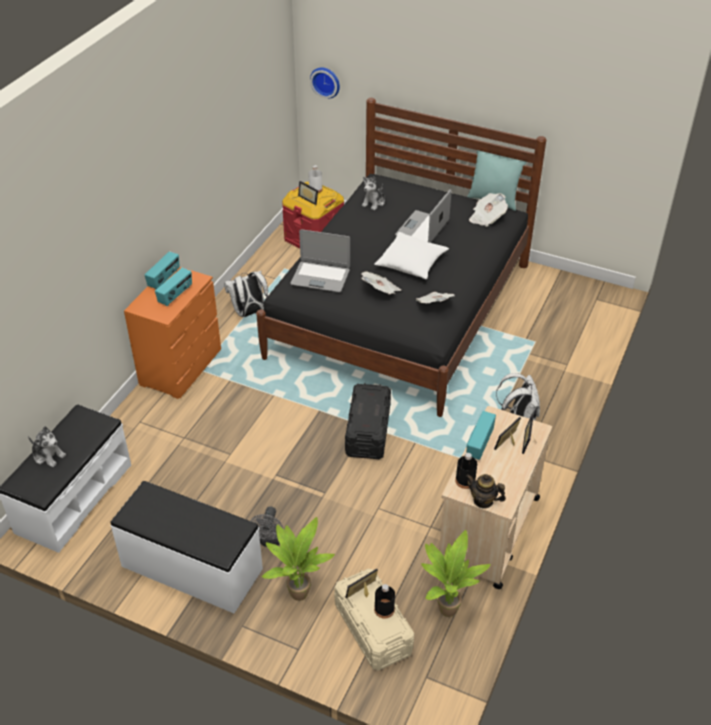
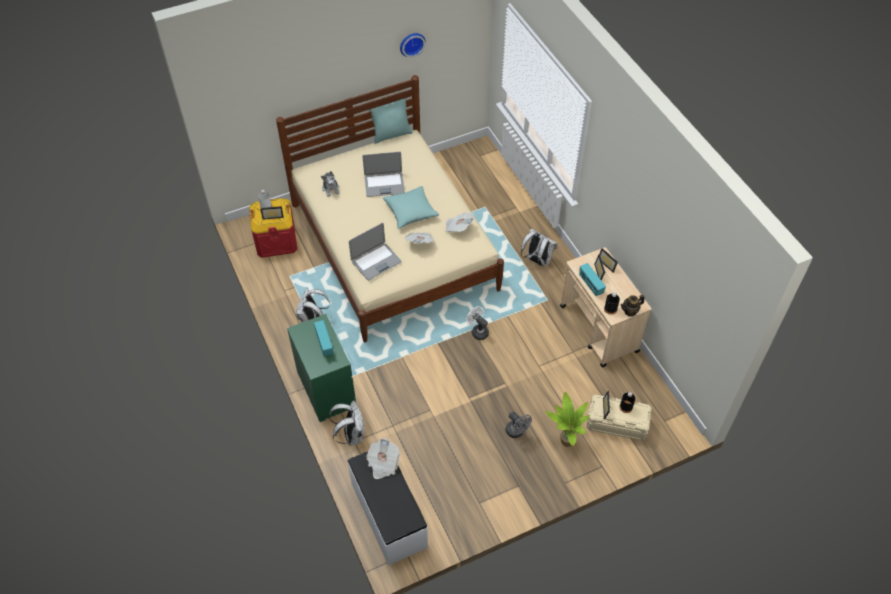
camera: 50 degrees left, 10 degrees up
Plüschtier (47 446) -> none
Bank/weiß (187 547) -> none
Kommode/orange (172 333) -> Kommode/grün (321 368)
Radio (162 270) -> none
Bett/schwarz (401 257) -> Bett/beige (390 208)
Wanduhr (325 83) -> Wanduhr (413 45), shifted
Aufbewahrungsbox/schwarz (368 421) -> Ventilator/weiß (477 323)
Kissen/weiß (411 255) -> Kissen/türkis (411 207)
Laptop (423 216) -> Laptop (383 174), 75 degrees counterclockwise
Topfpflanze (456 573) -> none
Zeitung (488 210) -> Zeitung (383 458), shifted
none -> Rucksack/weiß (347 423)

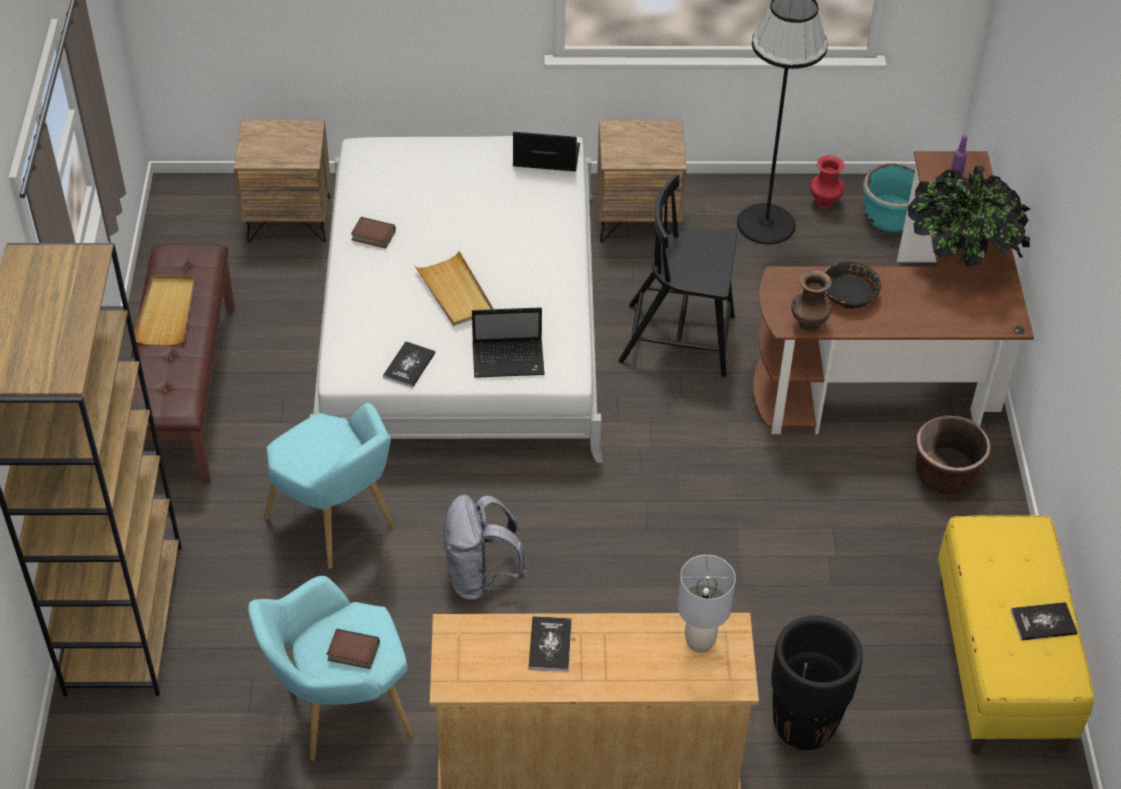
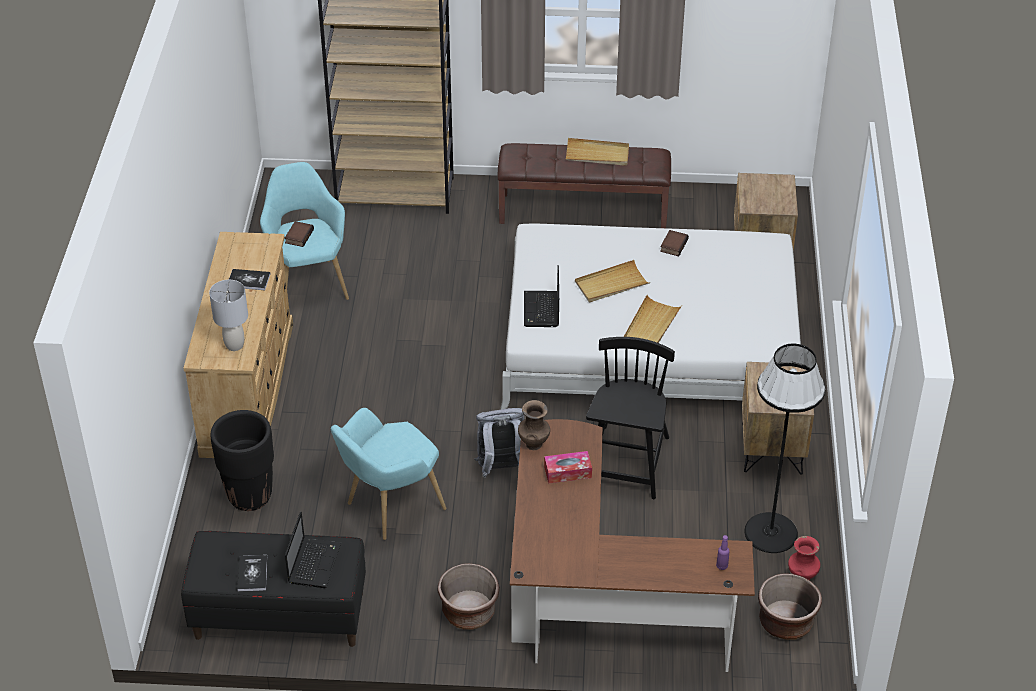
camera: 95 degrees right, 5 degrees down
Sessel/türkis (329 486) -> Sessel/türkis (388 474), shifted
Buch (409 364) -> none
Rucksack/grau (485 548) -> Rucksack/grau (499 443), shifted
Laptop (546 151) -> Laptop (313 550), shifted
Schüssel/schwarz (852 285) -> Taschentuchbox (568 467)
Pflanzkübel/türkis (889 197) -> Pflanzkübel/braun (790 606)
Topfpflanze (969 217) -> none
Bank/gelb (1016 634) -> Bank/schwarz (273 589)
none -> Tablett/beige (653 319)

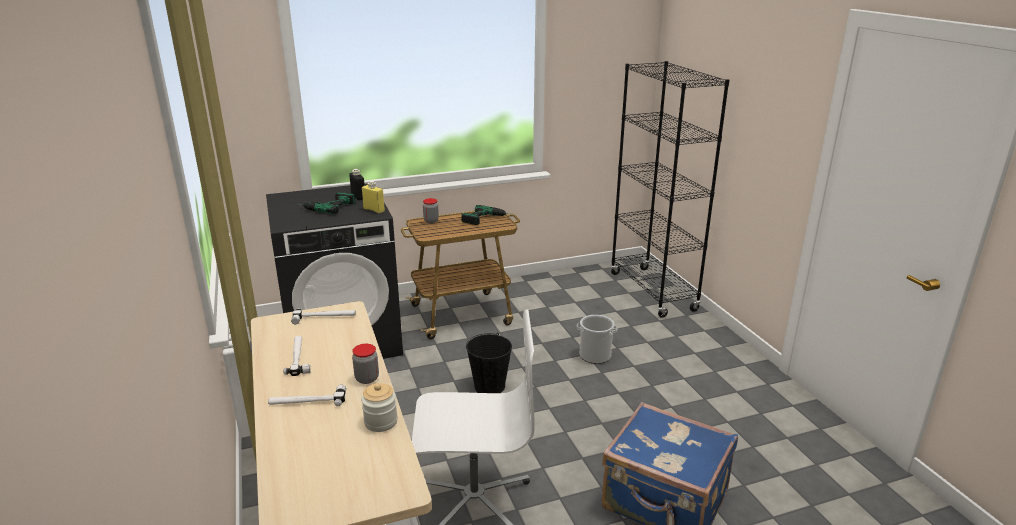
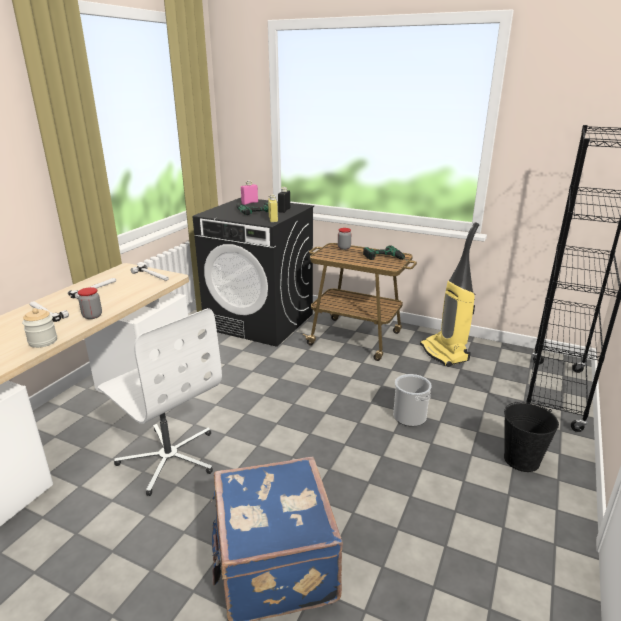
camera: 45 degrees right, 0 degrees up
Eimer/schwarz (489 363) -> Eimer/schwarz (531 437), shifted
none -> Flasche/rosa (249 193)
none -> Staubsauger (450 294)

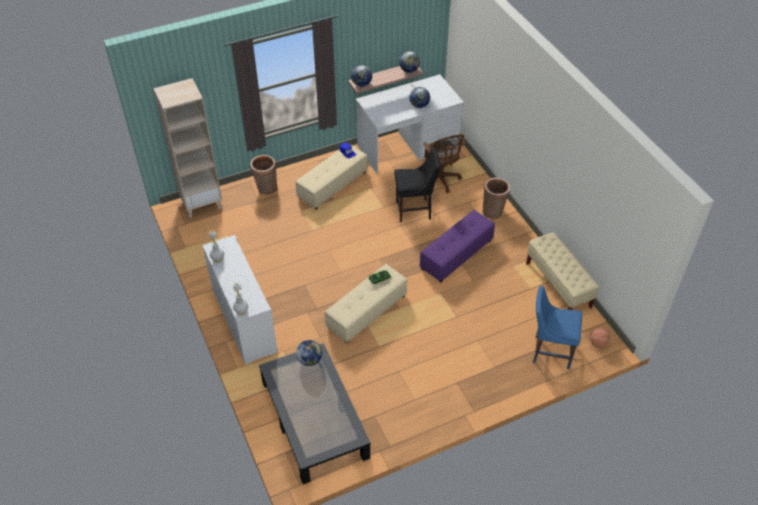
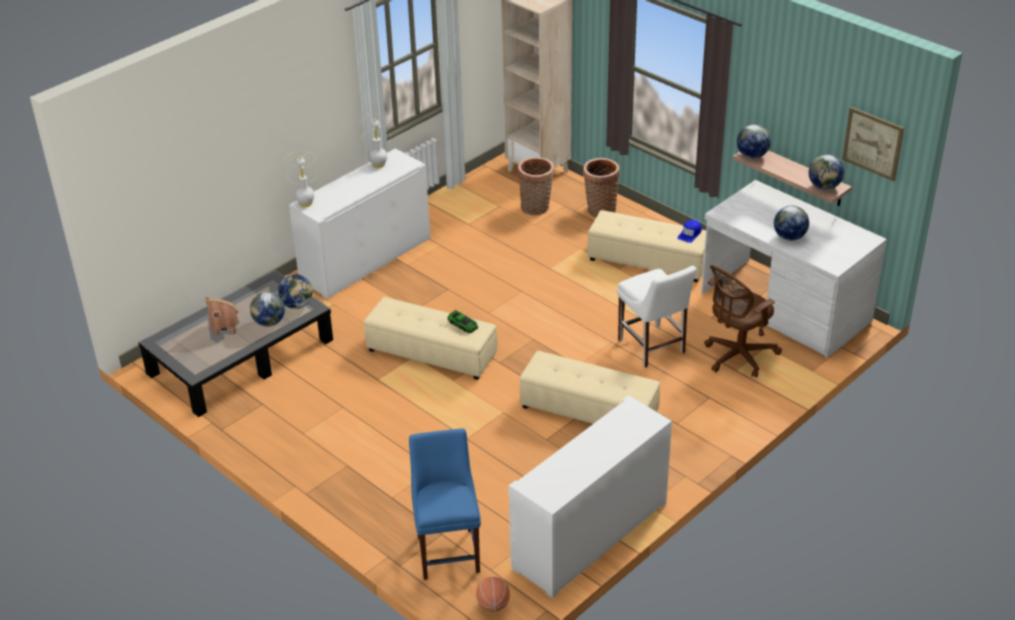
camera: 70 degrees right, 10 degrees down
Stuhl/schwarz (417 184) -> Stuhl/weiß (656 317)
Polsterhocker/lila (457 246) -> Polsterhocker/beige (590 387)
Korb (496 198) -> Korb (536 186), shifted
Bank/beige (562 271) -> Schrank/weiß (590 497)
none -> Spielzeughaus (222 316)
none -> Globus (267 309)
none -> Bild (873 144)

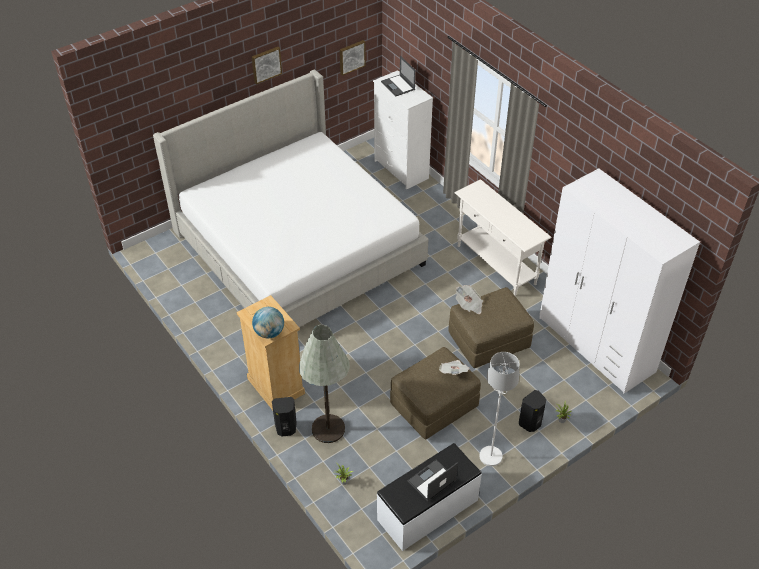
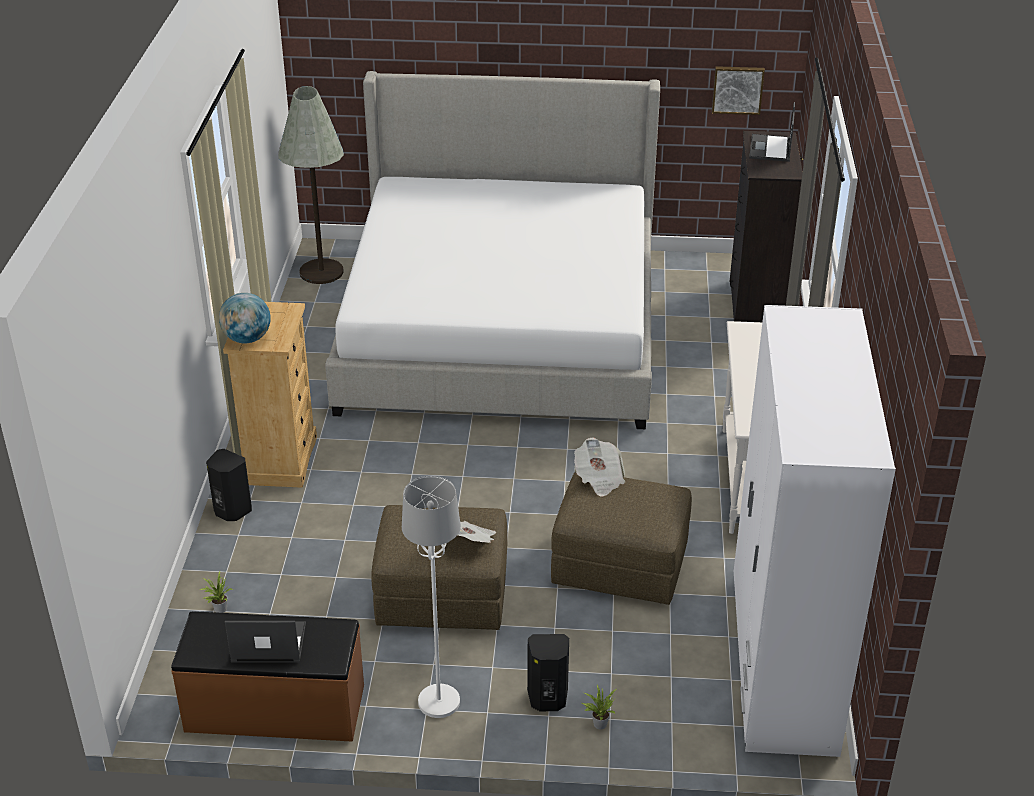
camera: 40 degrees right, 10 degrees down
Bild (267 65) -> none
Stehlampe/grau (324 384) -> Stehlampe/grau (311 185), shifted
Kommode/weiß (403 130) -> Kommode/schwarz (766 226)
Bank/weiß (429 497) -> Bank/braun (267 676)

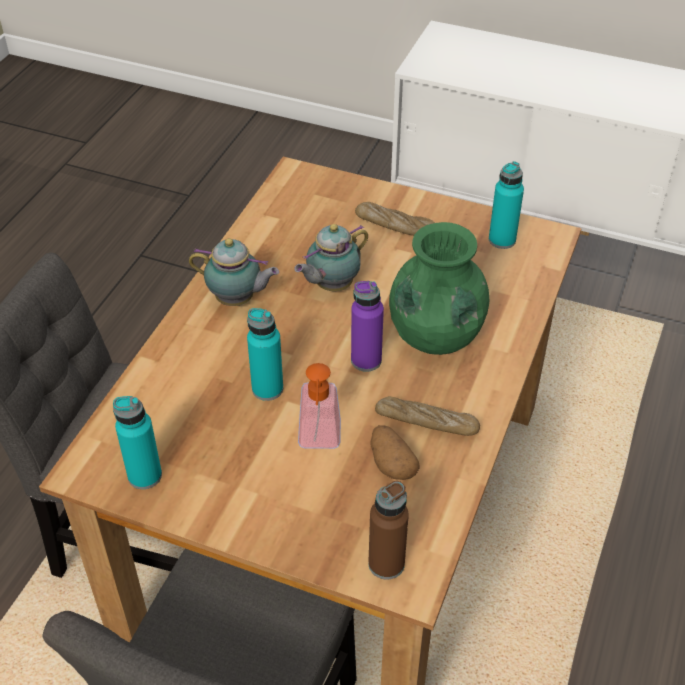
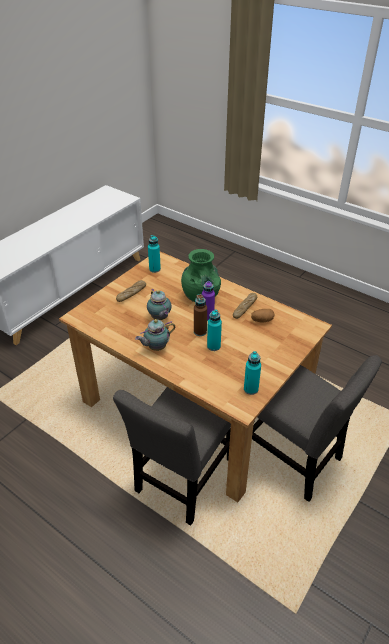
camera: 75 degrees left, 5 degrees down
Teekanne (234 272) -> Teekanne (155 335), 150 degrees counterclockwise
Seifenspender (319 406) -> none
Flasche/braun (388 530) -> Flasche/braun (200 315), shifted

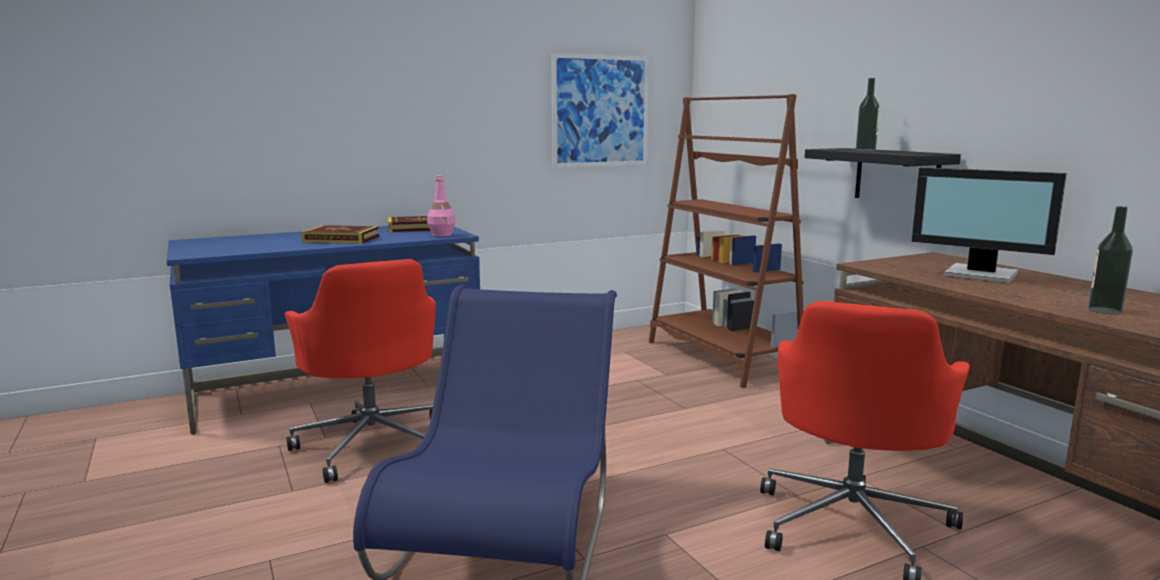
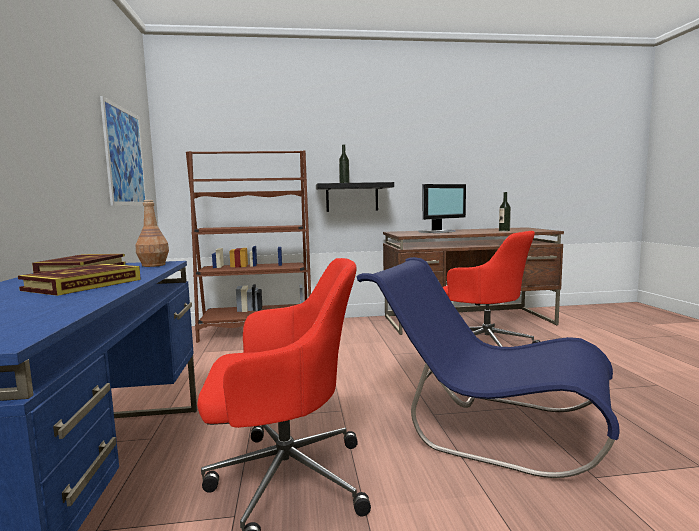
camera: 70 degrees left, 5 degrees down
Flasche/rosa (441 206) -> Flasche/braun (152 233)

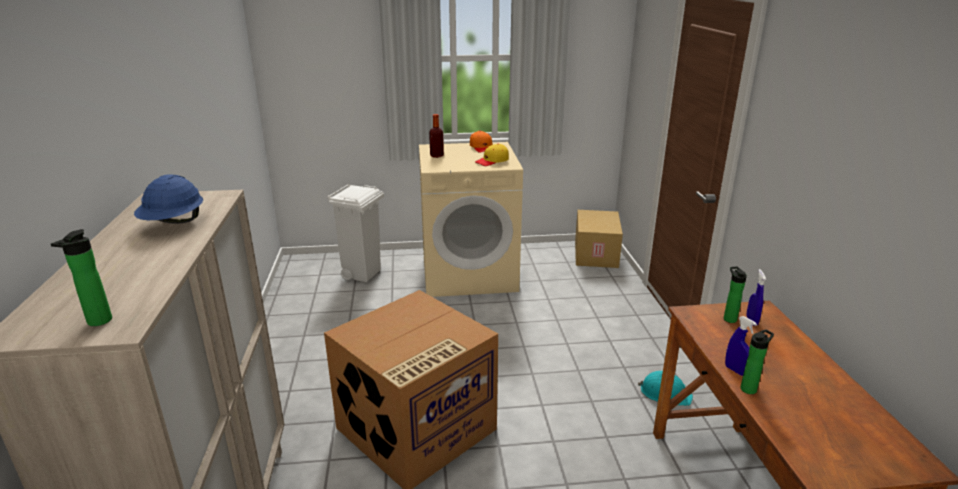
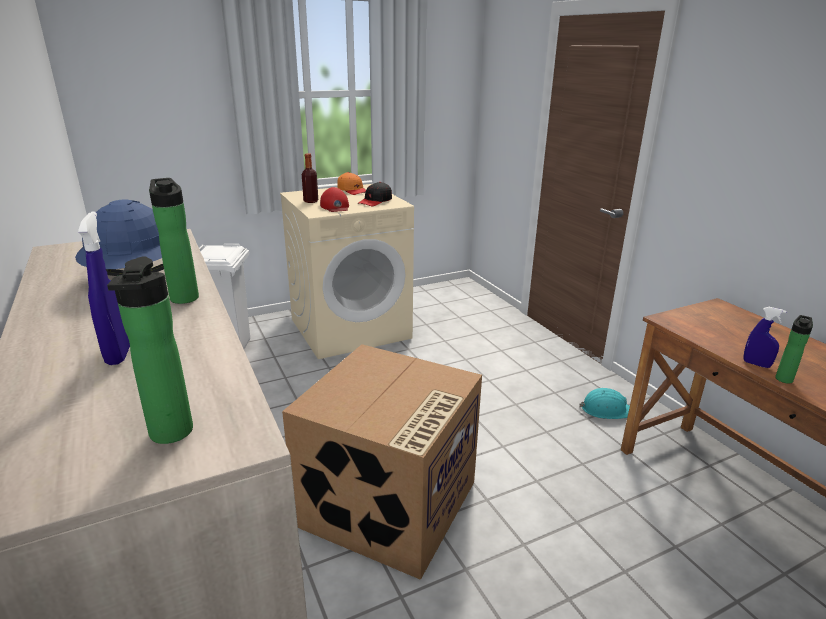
camera: 20 degrees left, 0 degrees up
Kappe/gelb (492 155) -> Kappe/schwarz (375 194)
Karton (599 239) -> none
Flasche (735 295) -> Flasche (174 241), shifted
Sprühflasche/blau (756 297) -> Sprühflasche/blau (104 288), shifted
none -> Kappe/rot (334 199)

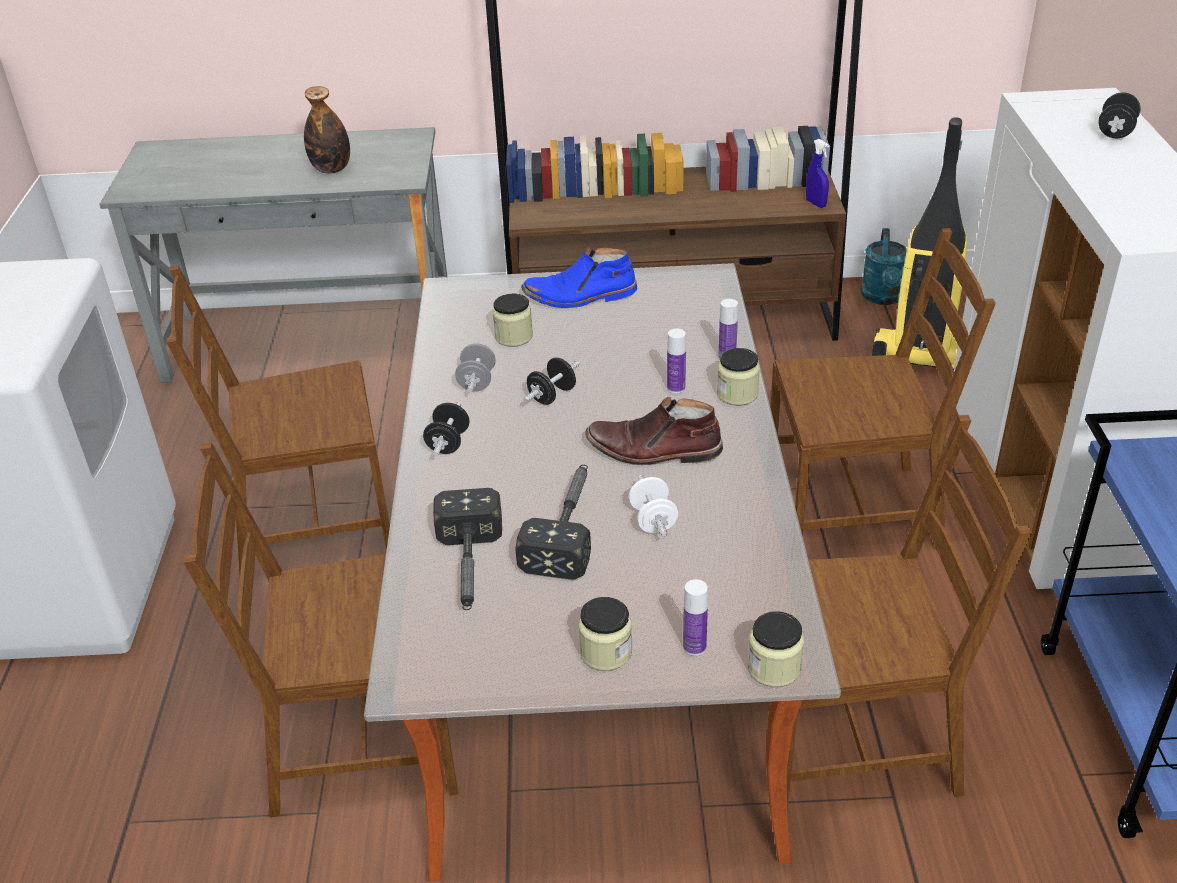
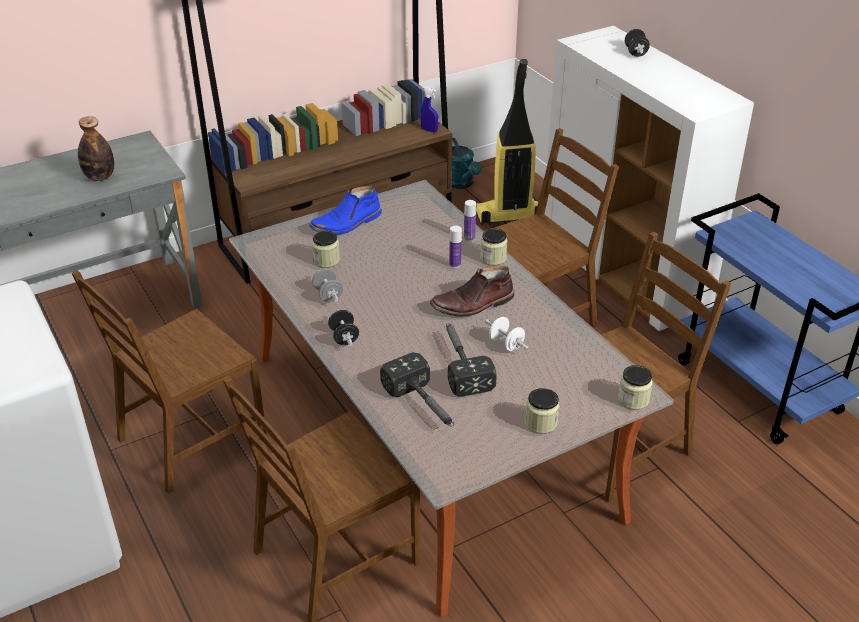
camera: 30 degrees left, 0 degrees up
Hantel/schwarz (551 381) -> none
Flasche (695 617) -> none

